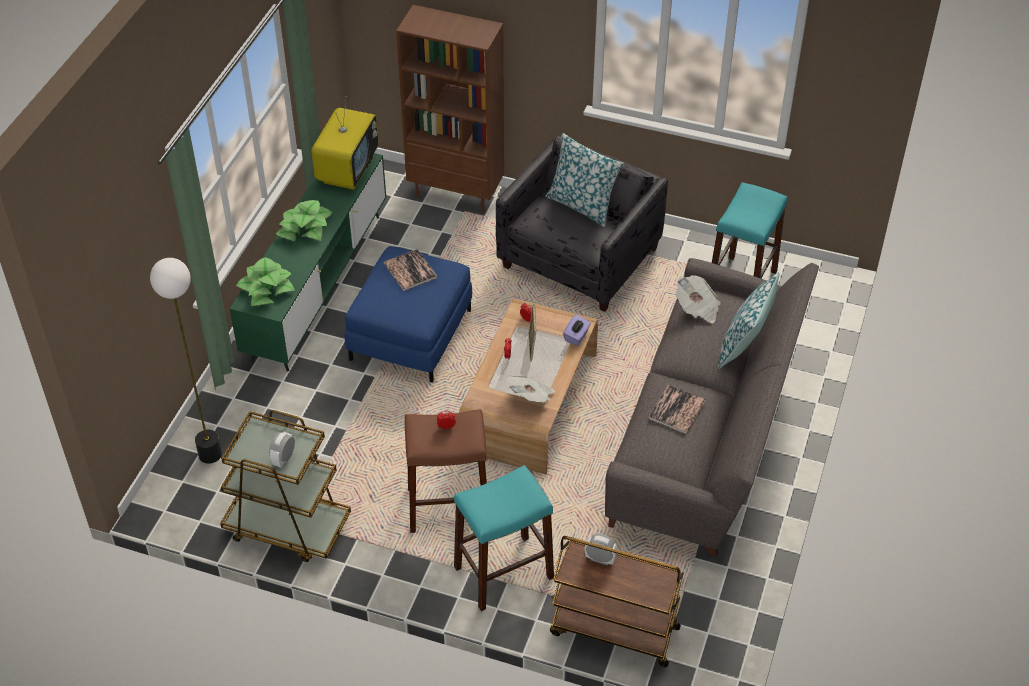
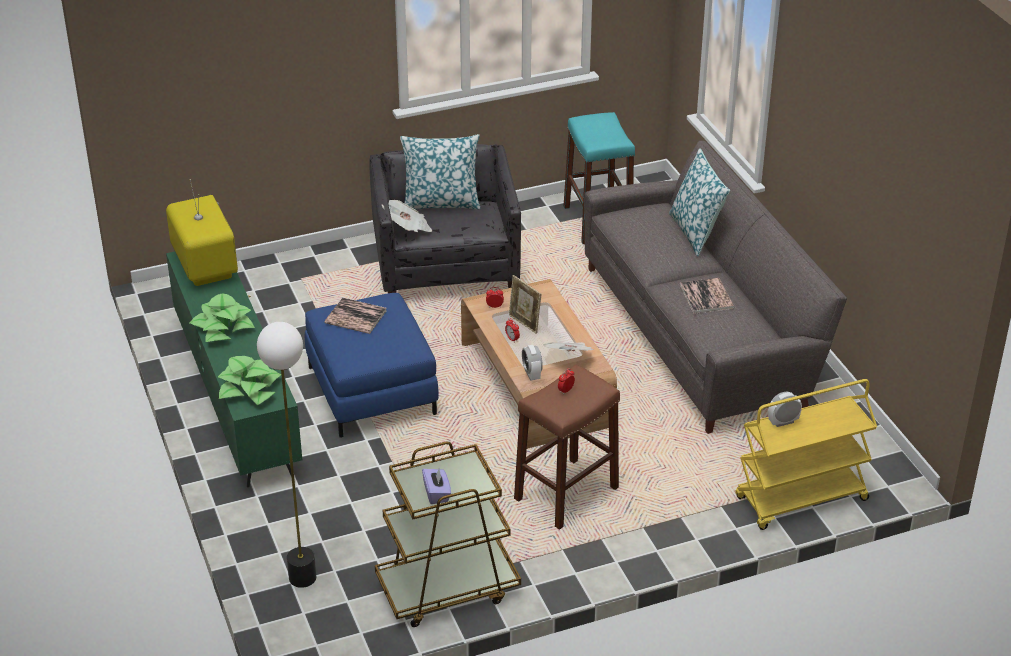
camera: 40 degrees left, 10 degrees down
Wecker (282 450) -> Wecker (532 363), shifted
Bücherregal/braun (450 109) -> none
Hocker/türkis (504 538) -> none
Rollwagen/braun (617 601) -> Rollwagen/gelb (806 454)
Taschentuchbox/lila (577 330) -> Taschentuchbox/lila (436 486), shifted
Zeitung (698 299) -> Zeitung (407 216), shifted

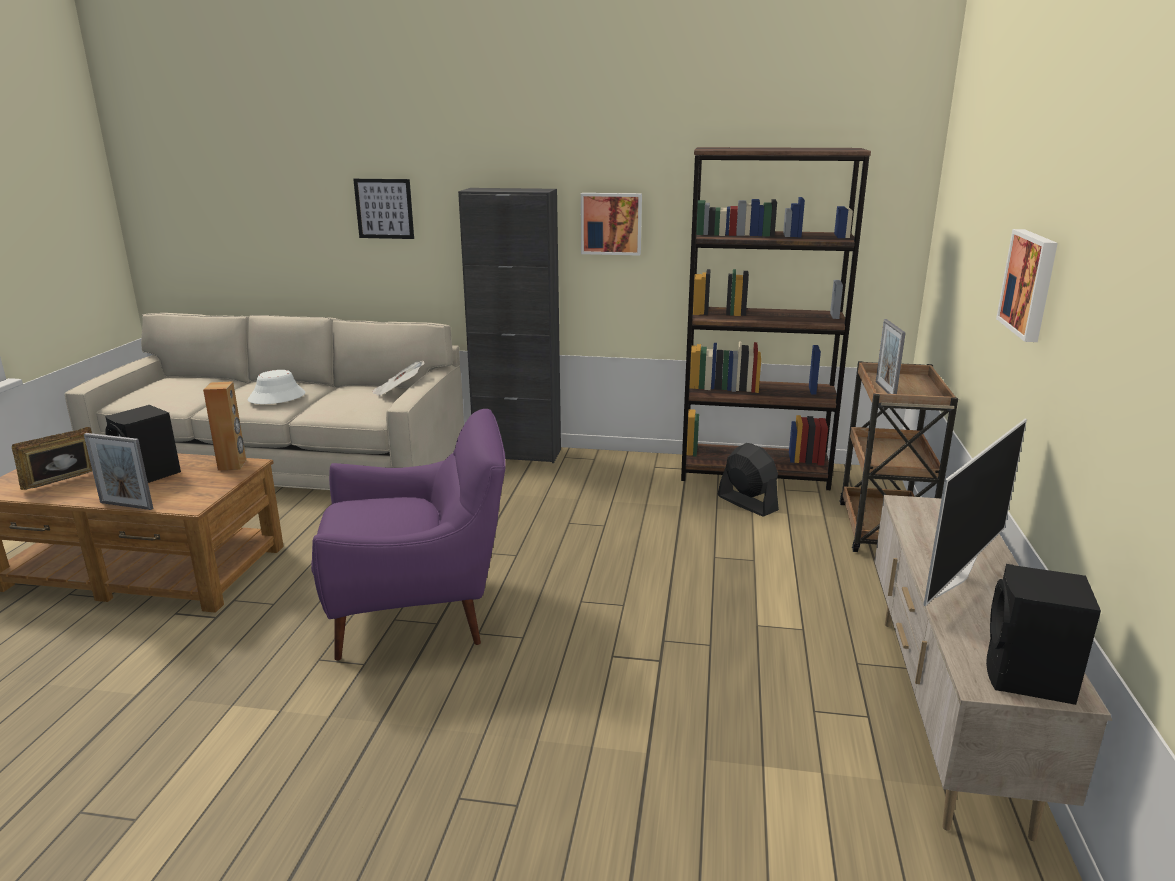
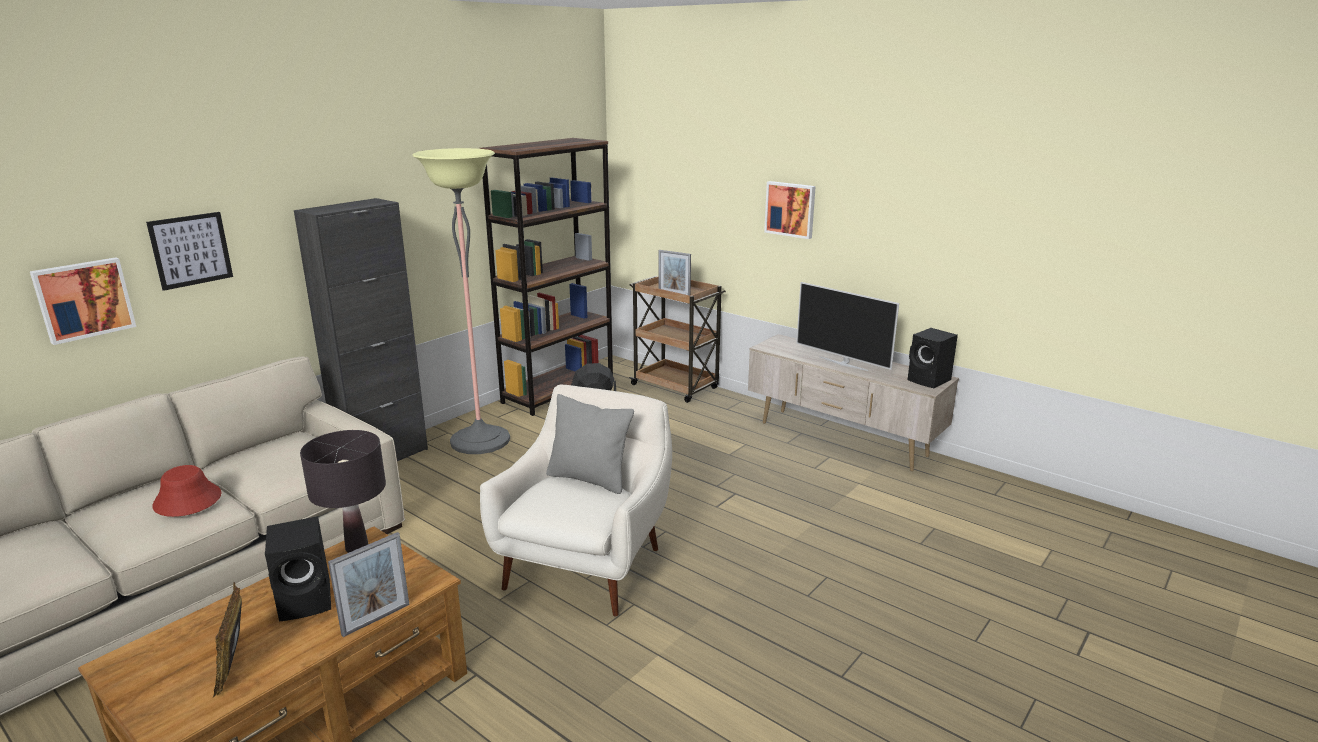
camera: 60 degrees left, 0 degrees up
Lautsprecher/braun (224 426) -> Tischlampe/schwarz (343 491)
Hut/weiß (277 387) -> Hut/rot (187 491)
Sessel/lila (408 535) -> Sessel/weiß (576 501)
Zeitung (398 379) -> none
Bild (611 224) -> Bild (83 301), shifted
Fernseher (975 512) -> Fernseher (847 326), 150 degrees clockwise
none -> Stehlampe (461 301)
none -> Kissen/grau (590 444)

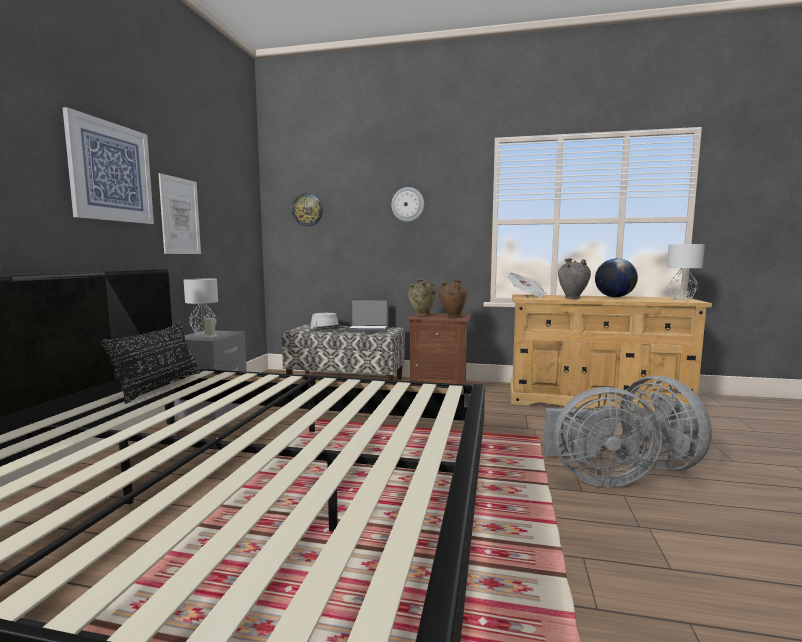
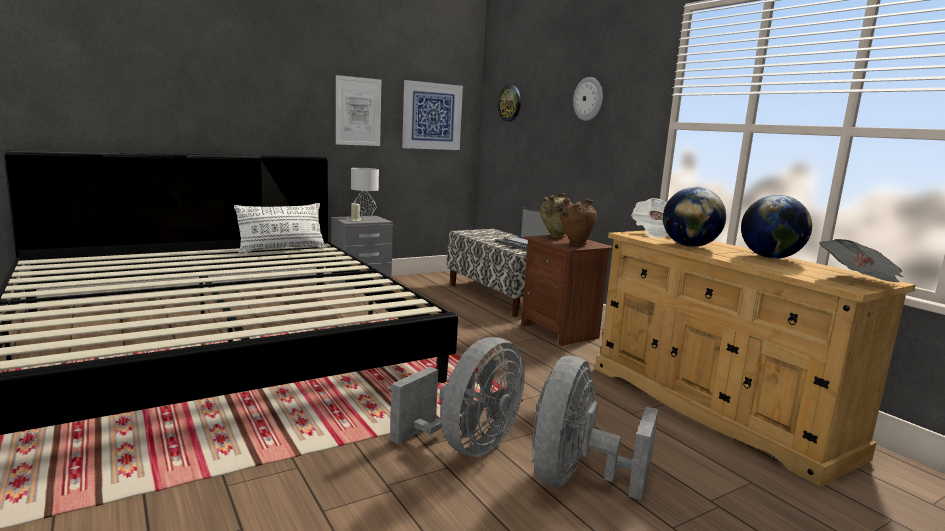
camera: 45 degrees right, 5 degrees up
Bild (108 165) -> Bild (432 115), shifted
Kissen/schwarz (151 363) -> Kissen/weiß (280 228)
Hut/grau (326 321) -> none
Ventilator/grau (602 437) -> Ventilator/grau (457 397), 105 degrees counterclockwise
Vase/grau (574 278) -> Globus (694 217)
Tischlampe/grau (686 272) -> Zeitung (861 260)

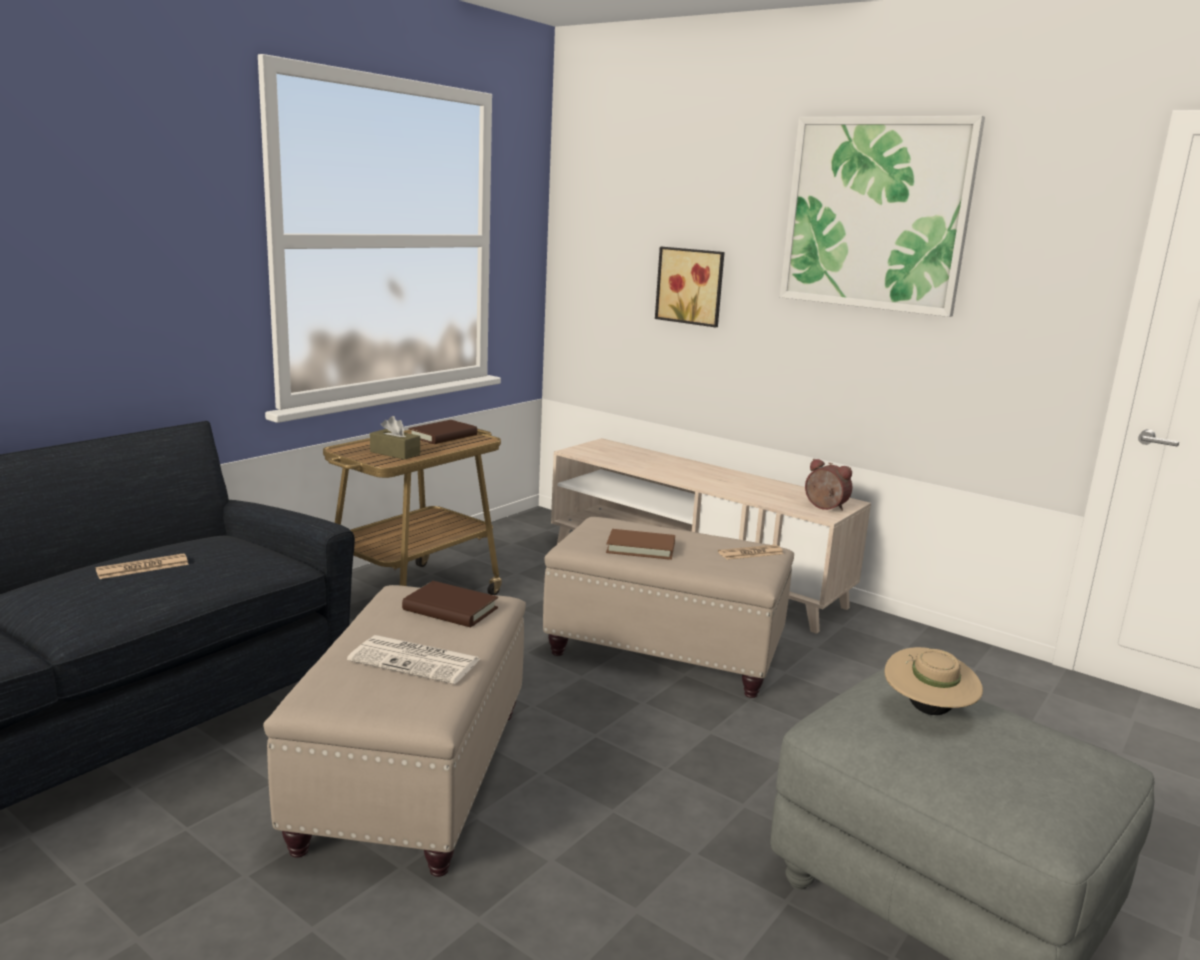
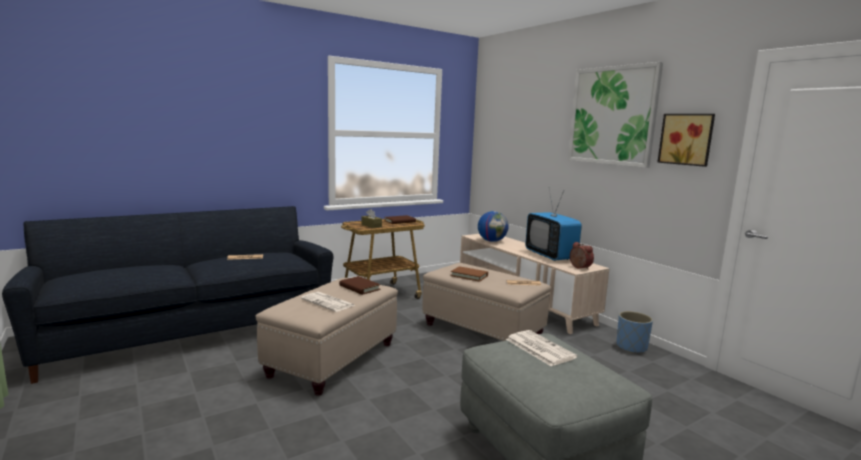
camera: 20 degrees right, 5 degrees down
Bild (690 287) -> Bild (686 140), shifted
Hut/beige (933 681) -> Zeitung (541 348)
none -> Globus (493 226)
none -> Fernseher (553 225)
none -> Pflanzkübel/blau (634 332)

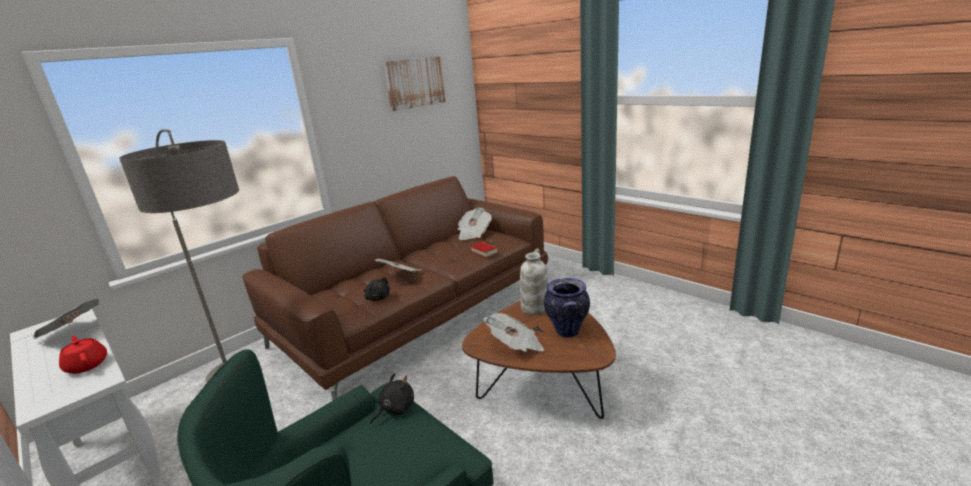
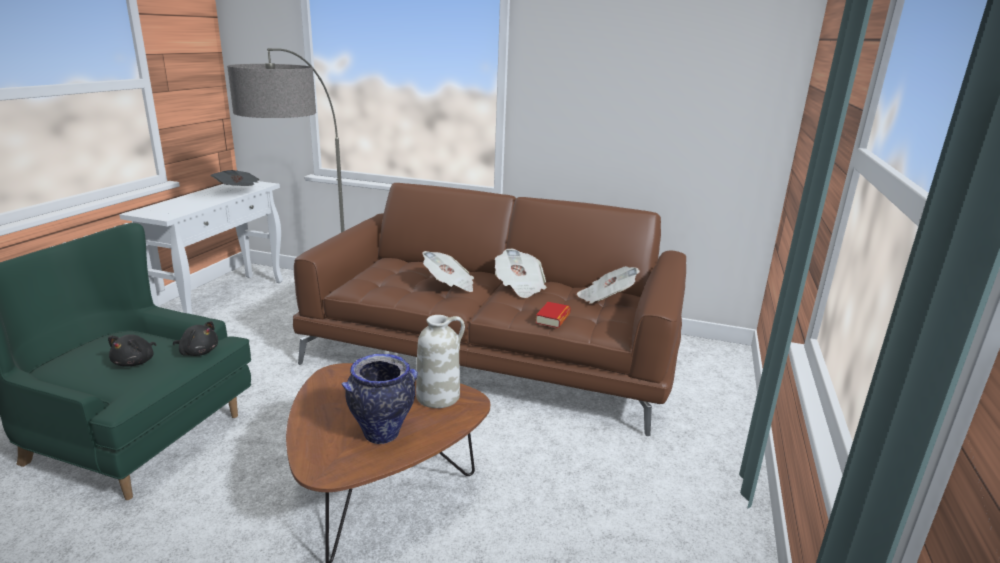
camera: 60 degrees right, 0 degrees up
Teekanne/rot (83 354) -> none
Plüschtier/schwarz (377 289) -> Plüschtier/schwarz (132 350), shifted
Bild (415 83) -> none
Zeitung (514 332) -> Zeitung (521 273), shifted

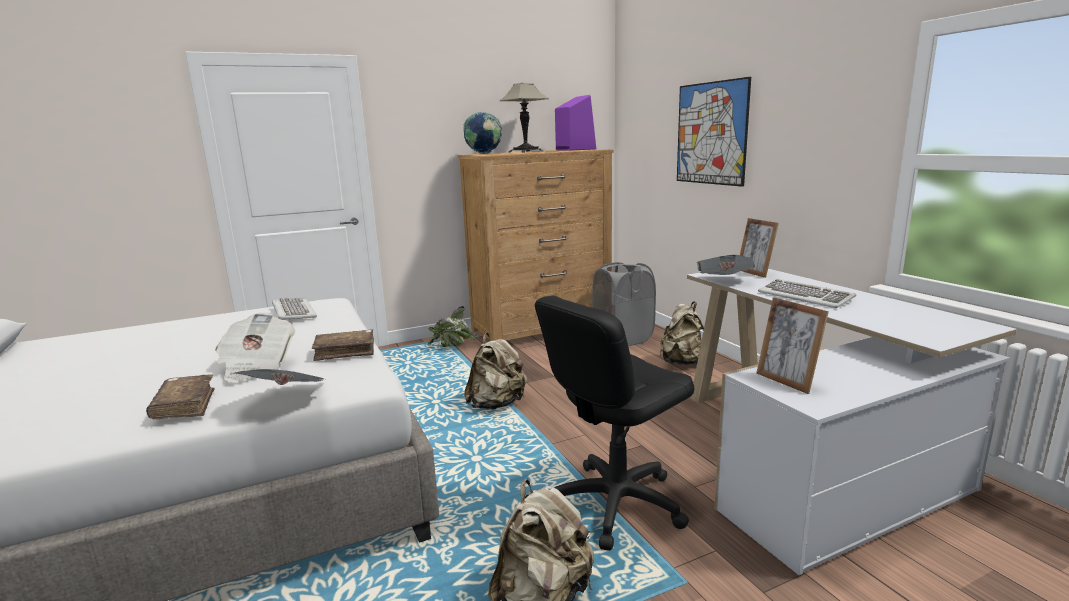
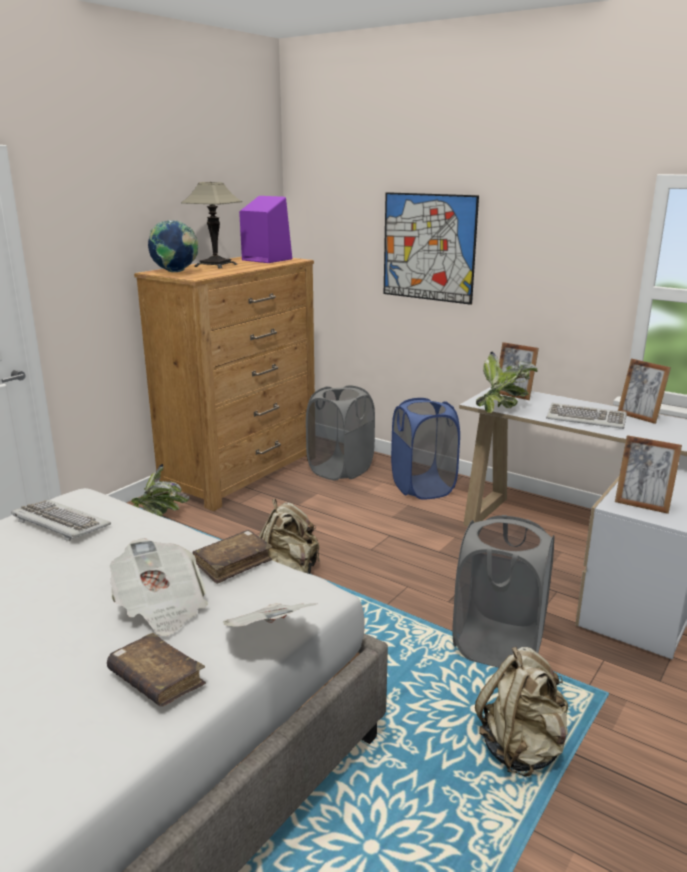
camera: 30 degrees left, 5 degrees up
Bürostuhl/schwarz (614 423) -> Wäschekorb/grau (503 591)
Rucksack/beige (682 333) -> Wäschekorb/blau (425 448)
Zeitung (726 265) -> Topfpflanze (506 382)
none -> Bilderrahmen (644 391)

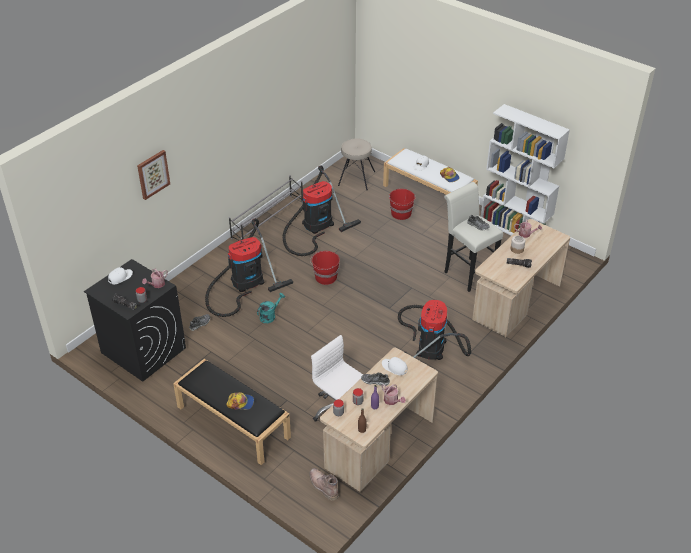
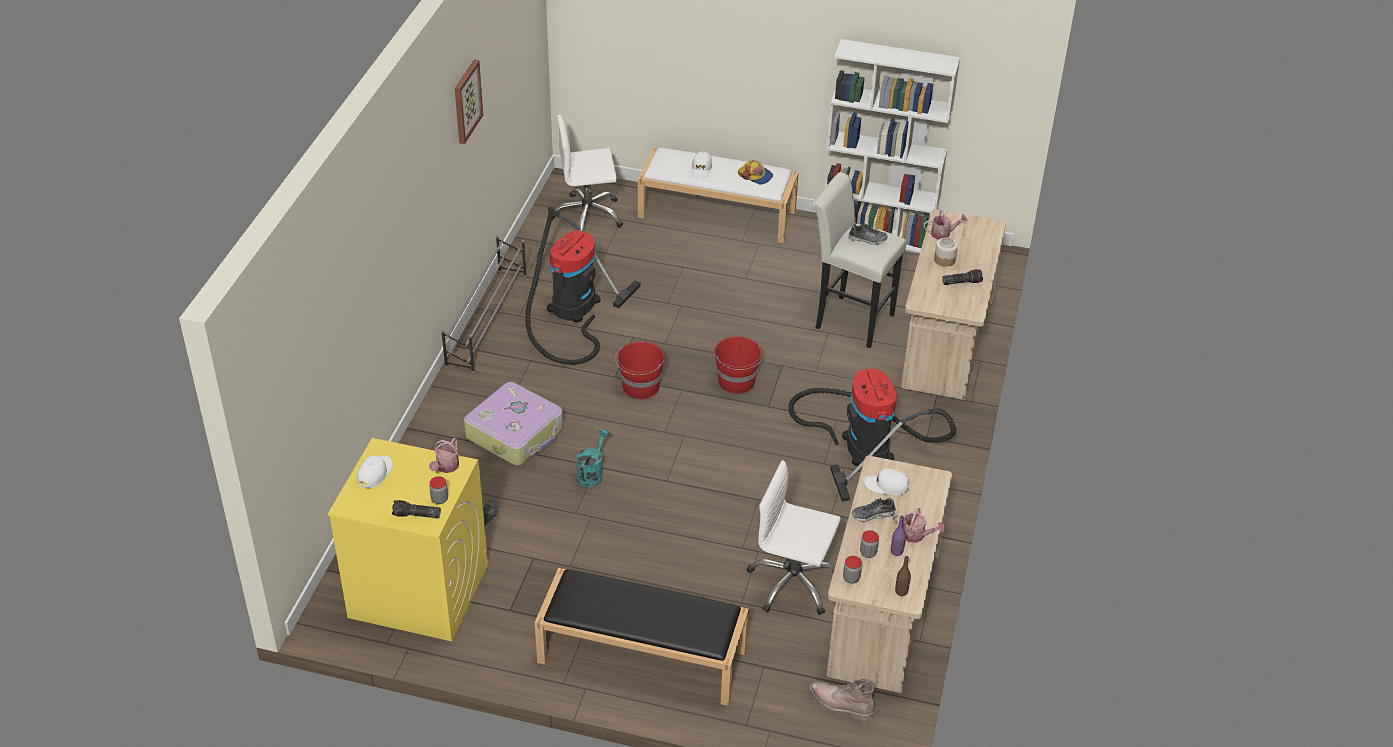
camera: 25 degrees left, 0 degrees up
Waschmaschine/schwarz (135 320) -> Waschmaschine/gelb (407 539)
Bild (153 175) -> Bild (469 101), shifted
Staubsauger (249 268) -> Koffer (513 424)
Kappe (240 401) -> none
Hocker/beige (356 164) -> Bürostuhl/weiß (587 173)
Eimer/rot (402 204) -> Eimer/rot (739 365), shifted

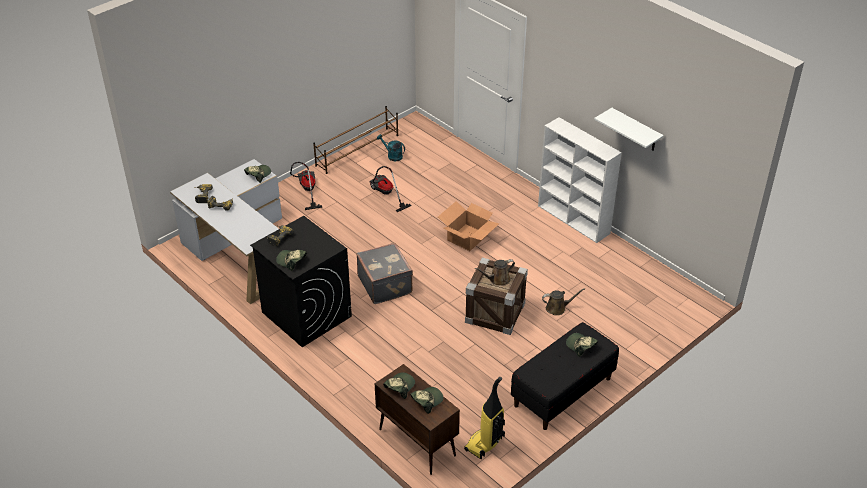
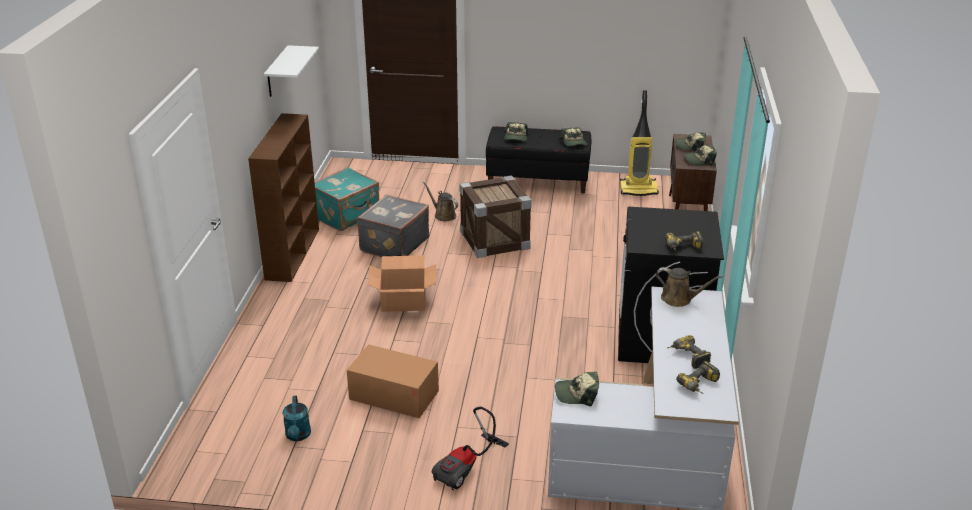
camera: 130 degrees left, 10 degrees down
Kappe (291 260) -> Kappe (573 136), shifted
Schuhregal/braun (355 140) -> none
Koffer/grau (384 273) -> Koffer/grau (393 225), shifted
Staubsauger (390 189) -> Karton (393 381)
Gießkanne/braun (495 272) -> Gießkanne/braun (689 287), shifted
Bücherregal/weiß (580 180) -> Bücherregal/braun (283 197)
none -> Koffer/türkis (347 199)

